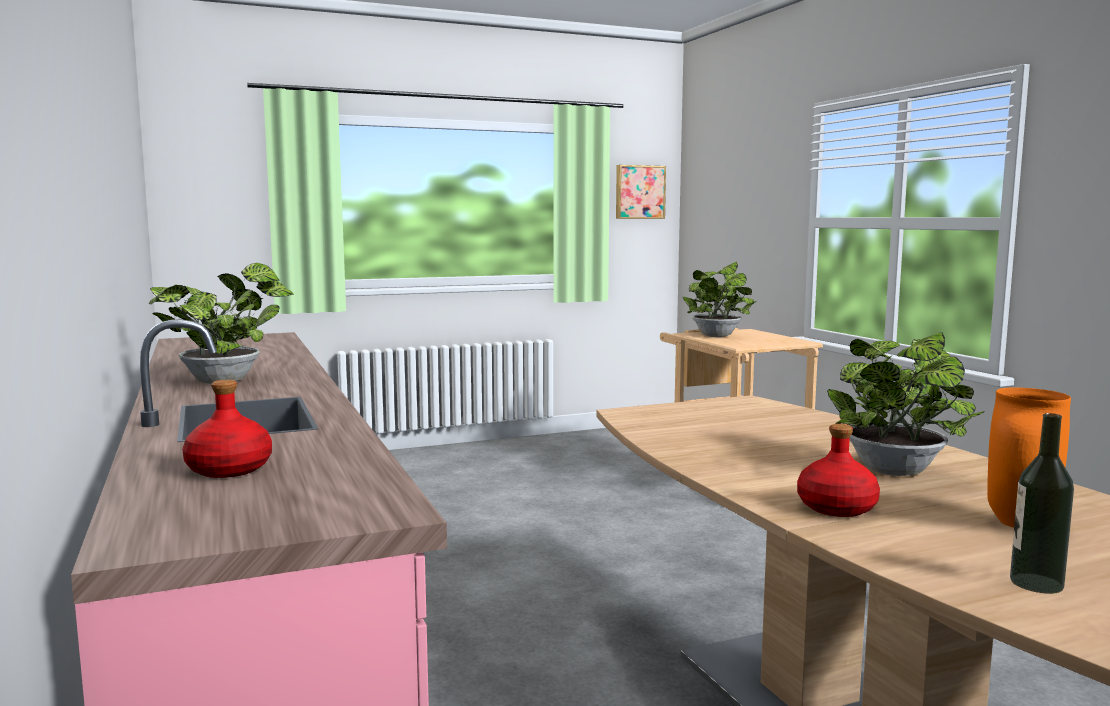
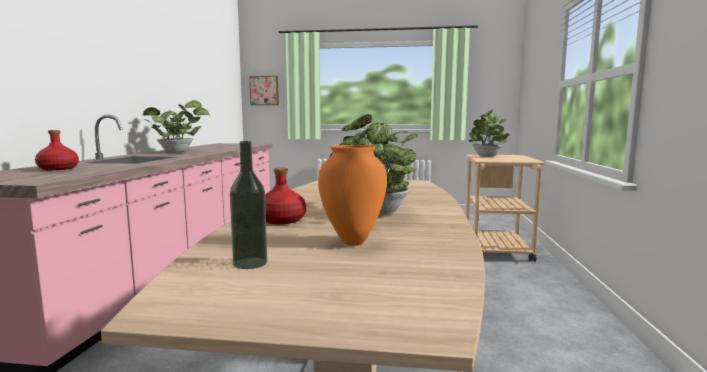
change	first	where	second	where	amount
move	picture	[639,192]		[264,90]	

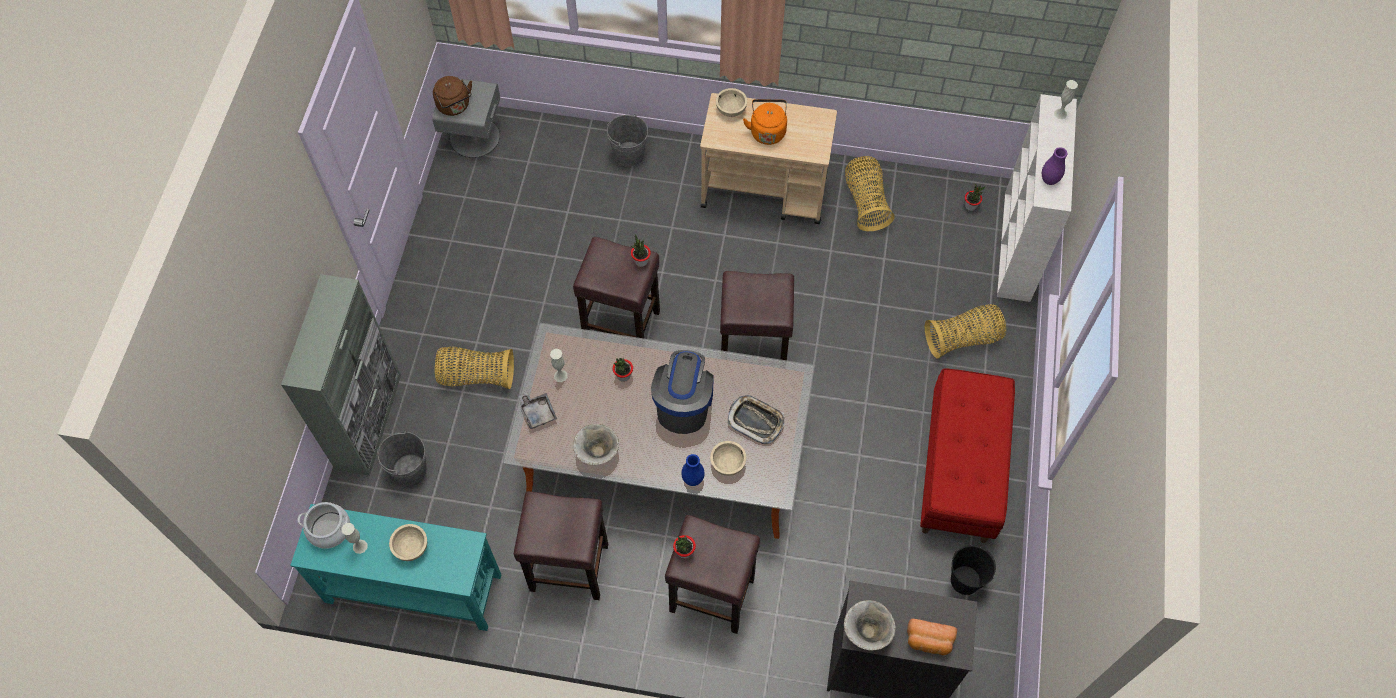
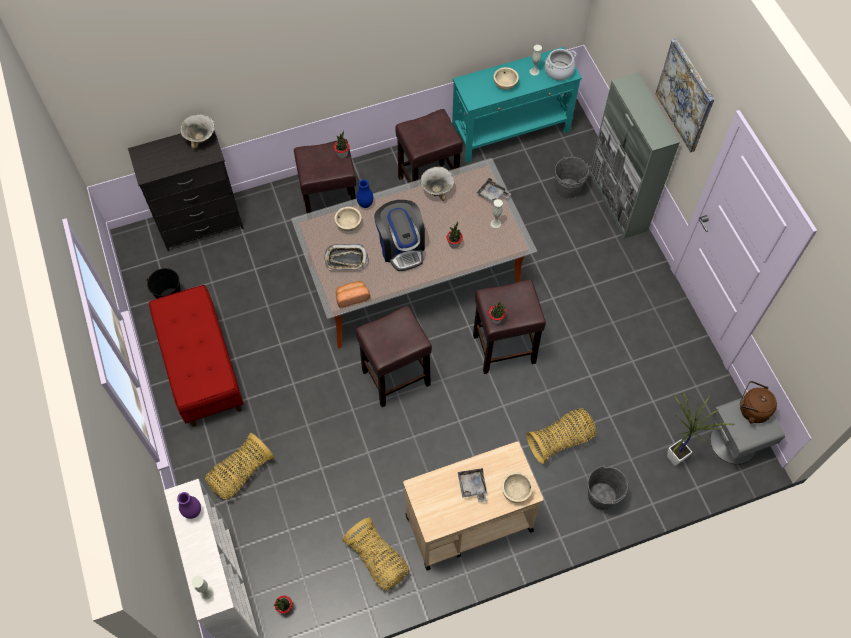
change	first	where	second	where	amount
replace	orange kettle	[767,131]	grey tray	[472,486]	
move	basket	[476,376]		[560,440]	
move	bread	[929,641]		[352,297]	
insert			picture	[685,95]	
insert			potted plant	[674,454]	

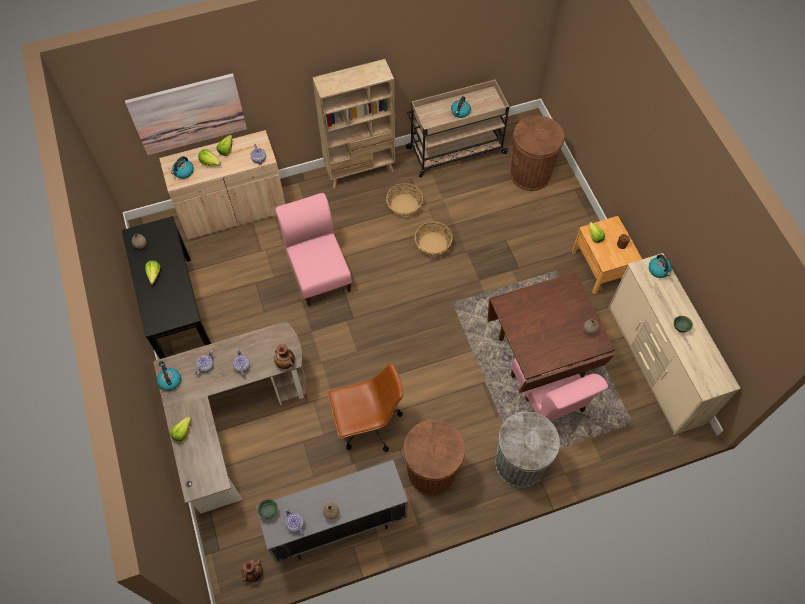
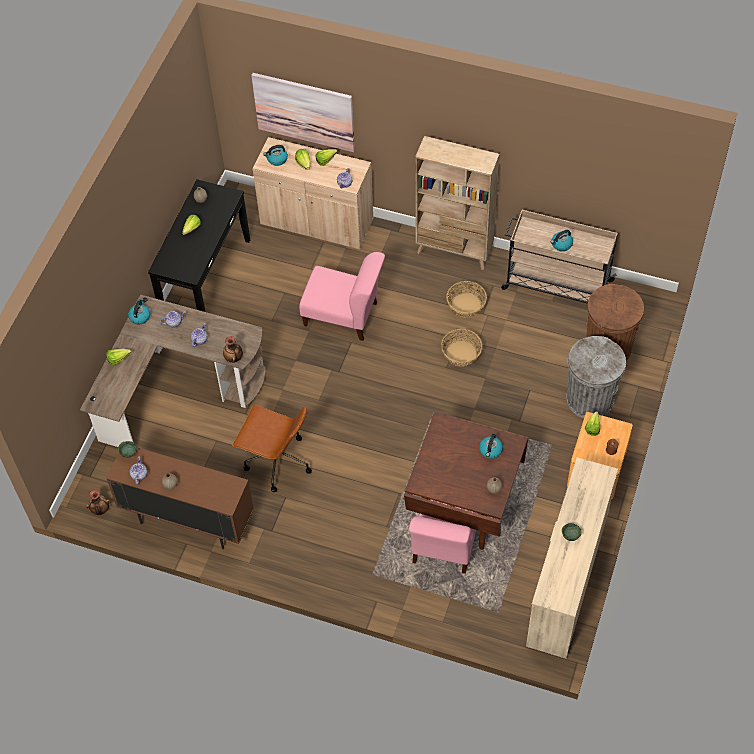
change	first	where	second	where	amount
rotate	pink chair	[319,271]		[344,316]	90 degrees clockwise
move	kettle	[659,270]		[490,450]	
move	grey trash can	[519,464]		[590,399]	
delete	brown trash can	[431,472]			
recolor	grey cabinet	[338,526]	brown cabinet	[188,520]	

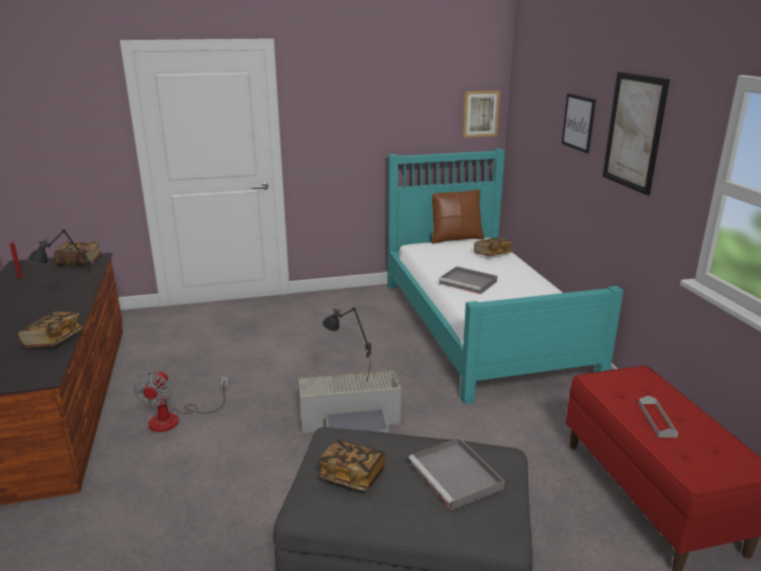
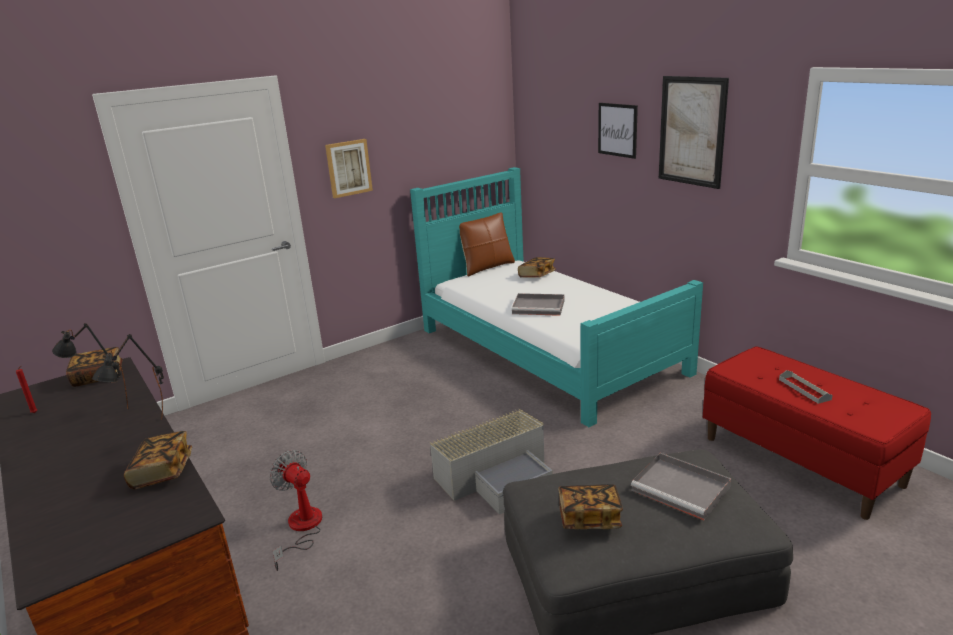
change	first	where	second	where	amount
move	picture	[480,113]		[348,168]	
move	black table lamp	[347,380]		[104,412]	
rotate	fan	[175,419]		[301,529]	150 degrees clockwise

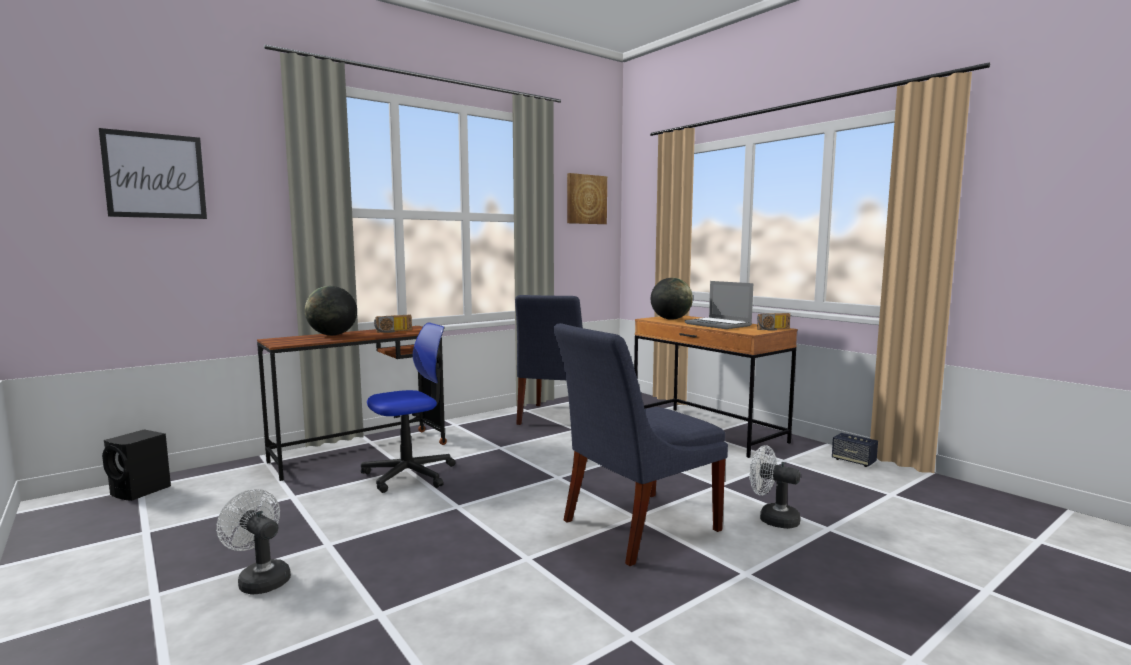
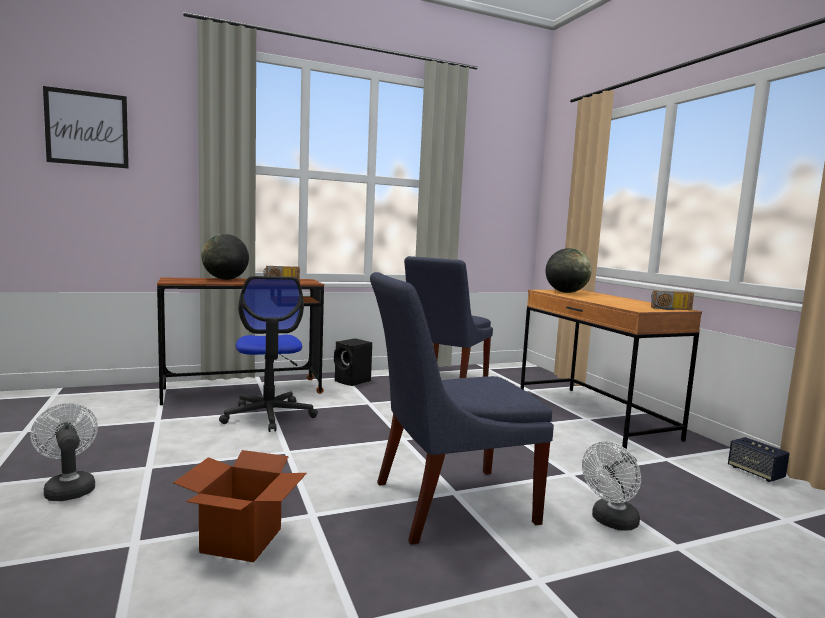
change	first	where	second	where	amount
delete	picture	[586,199]			
delete	laptop	[719,325]			
rotate	office chair	[409,474]		[269,416]	90 degrees clockwise
move	black speaker	[141,491]		[353,381]	
rotate	white fan	[772,519]		[611,522]	90 degrees counterclockwise
insert			cardboard box	[241,540]	

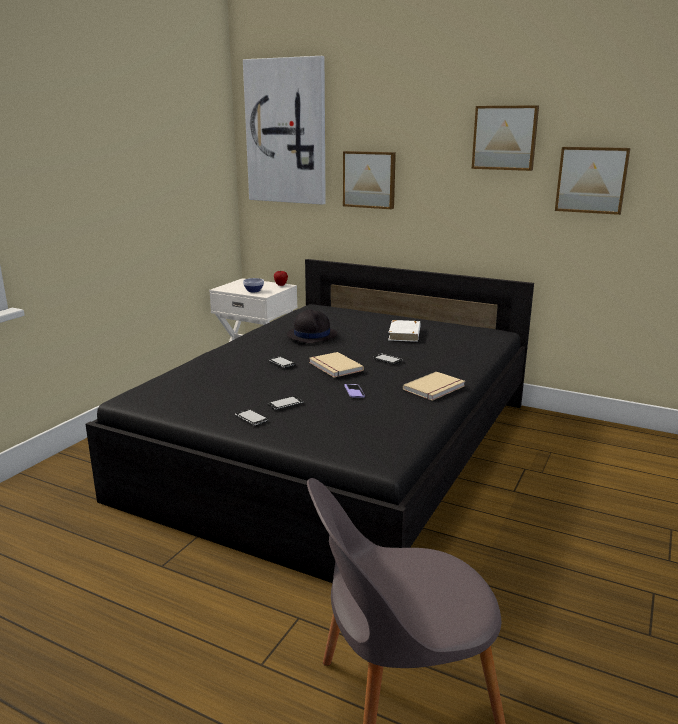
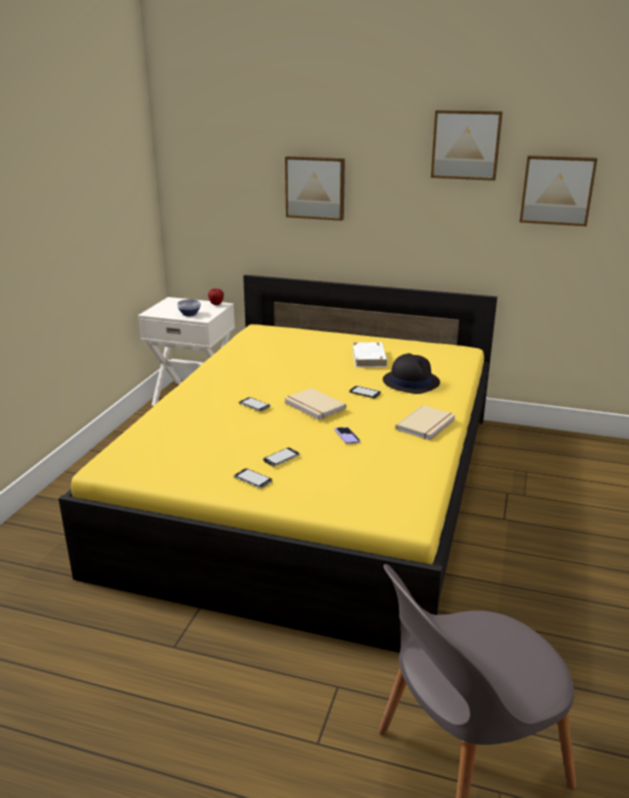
change	first	where	second	where	amount
delete	picture	[286,132]			
recolor	black bed	[338,447]	yellow bed	[314,486]	
move	black hat	[312,335]		[410,381]	

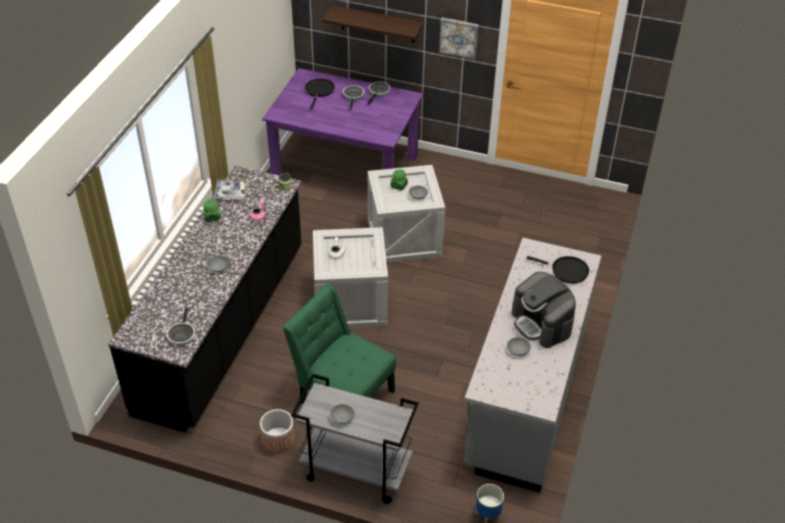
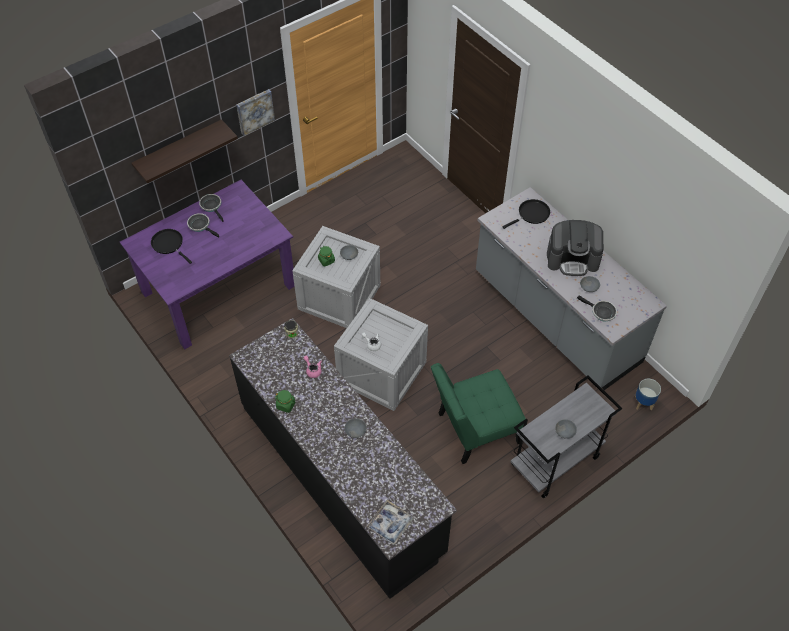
change	first	where	second	where	amount
move	tray	[231,192]		[390,524]	
move	frying pan	[181,334]		[601,312]	
delete	planter	[278,440]			

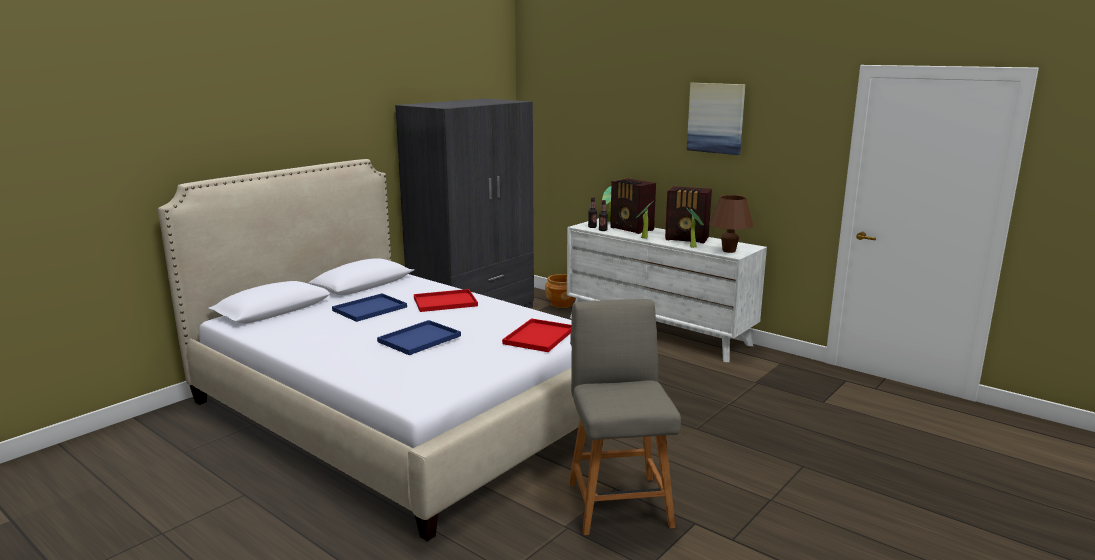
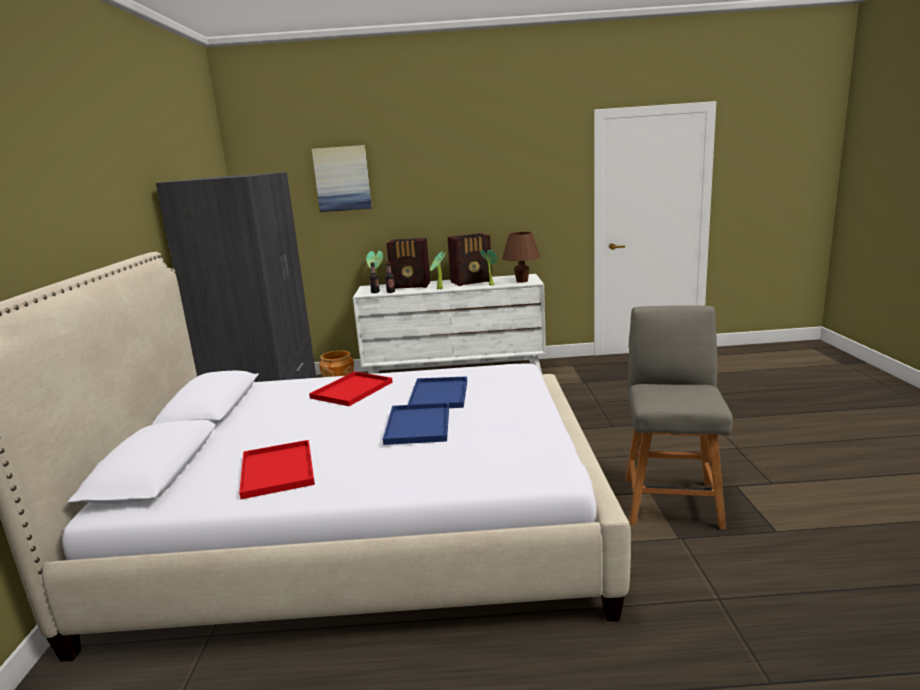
change	first	where	second	where	amount
move	picture	[716,118]		[342,178]	
move	blue tray	[370,308]		[438,394]	
rotate	grey chair	[618,502]		[671,499]	60 degrees clockwise
move	red tray	[539,337]		[278,471]	

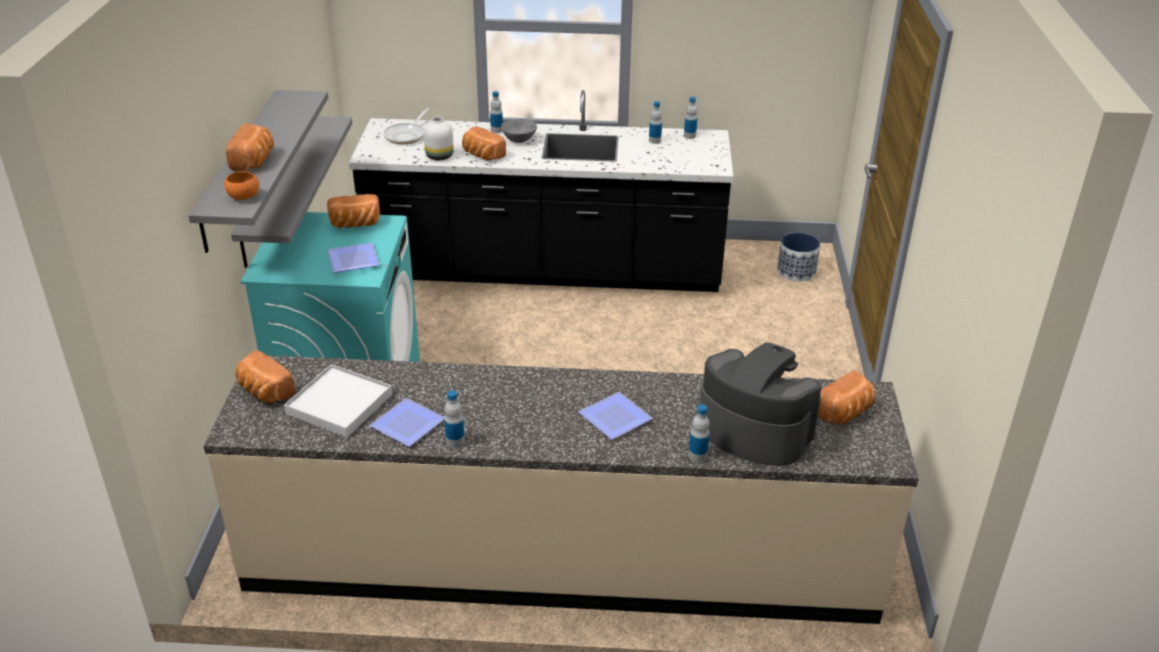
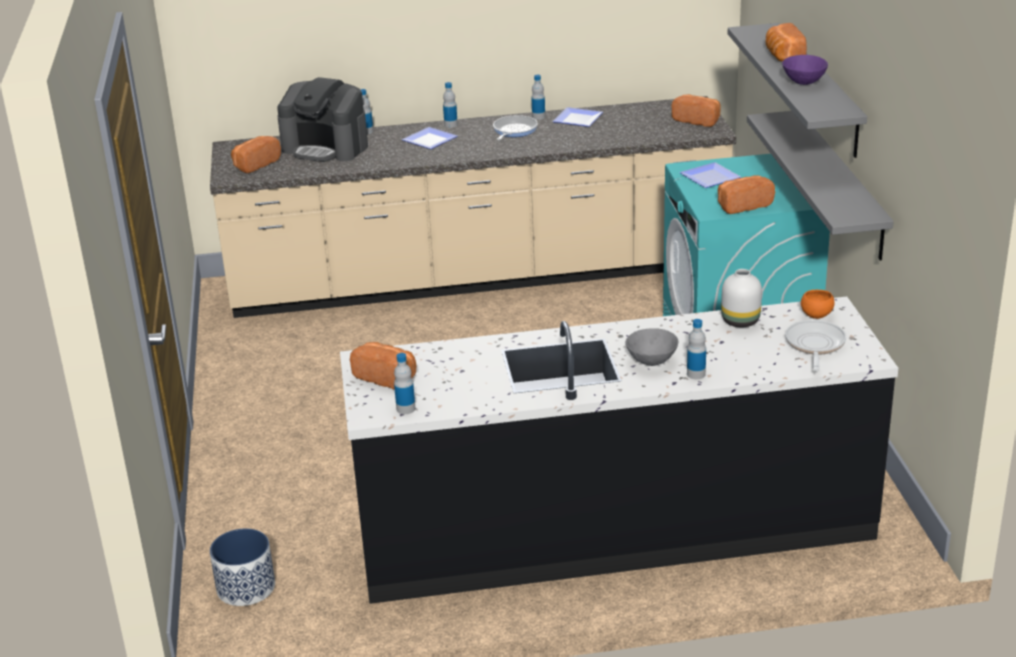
change	first	where	second	where	amount
move	bottle	[654,141]		[450,125]	
move	bread	[482,155]		[387,377]	
move	orange bowl	[244,197]		[816,315]	
delete	white tray	[340,404]			
insert			purple bowl	[803,82]	
insert			frying pan	[513,131]	

